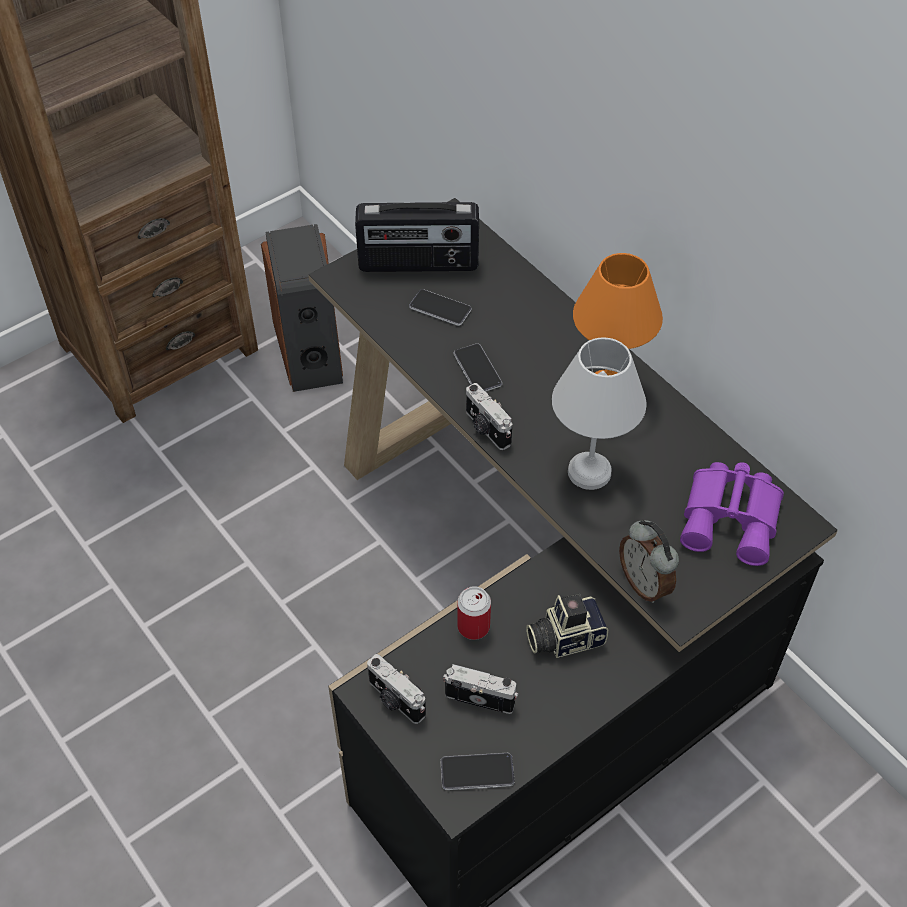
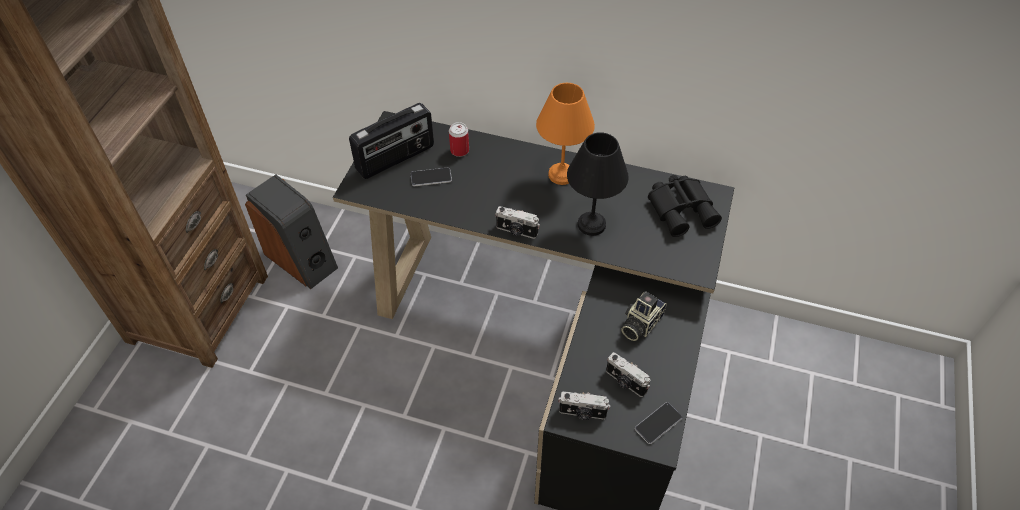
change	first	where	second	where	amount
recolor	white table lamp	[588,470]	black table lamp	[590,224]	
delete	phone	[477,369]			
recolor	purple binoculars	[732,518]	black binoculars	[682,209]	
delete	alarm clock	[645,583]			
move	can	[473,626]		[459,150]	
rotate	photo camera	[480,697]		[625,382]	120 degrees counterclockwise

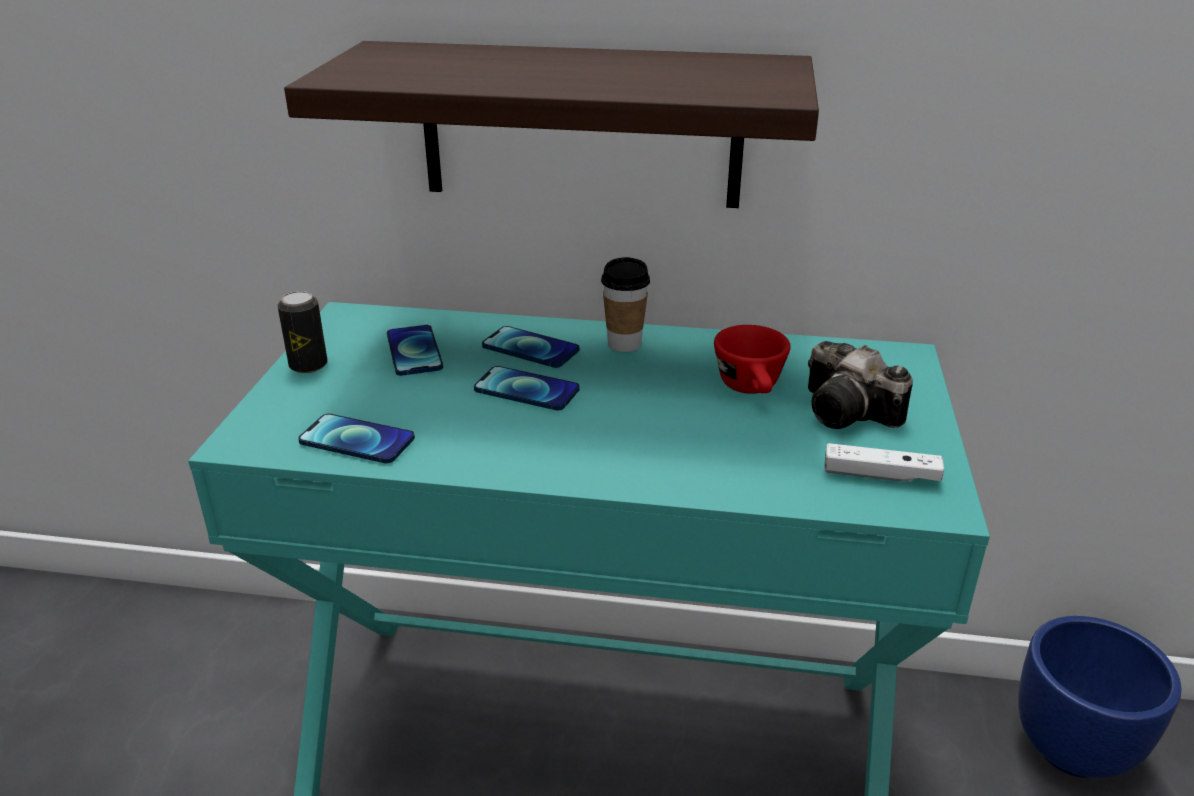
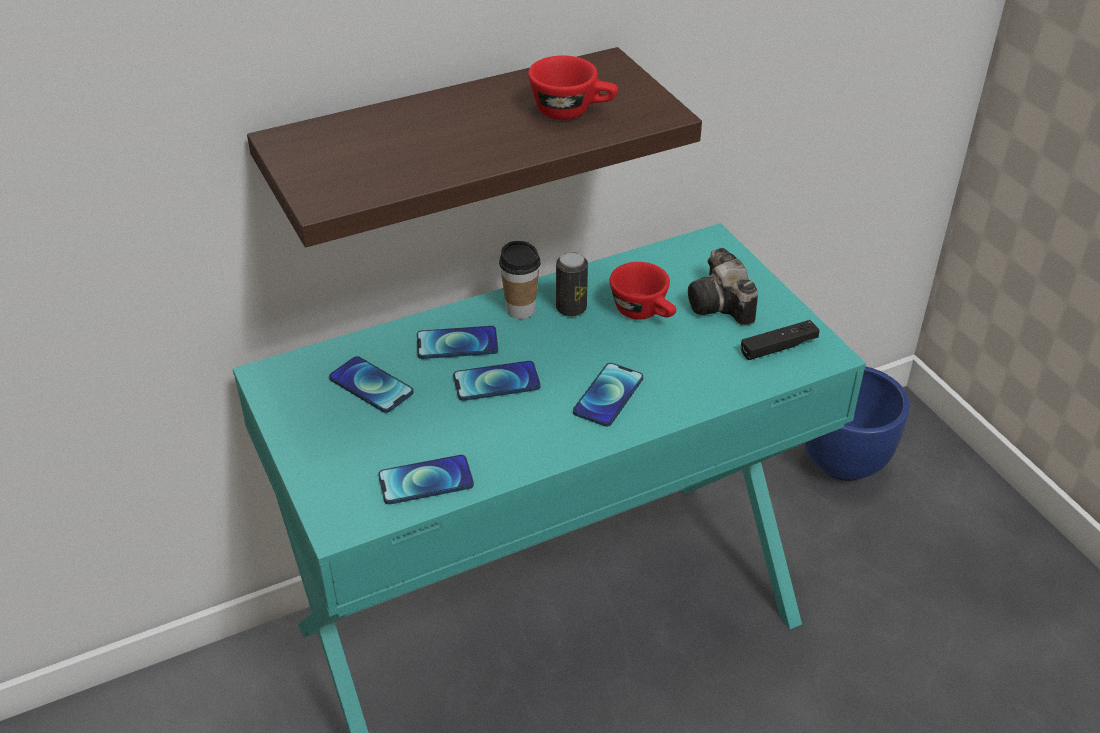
change	first	where	second	where	amount
move	can	[308,365]		[571,308]	
rotate	photo camera	[851,414]		[722,306]	60 degrees clockwise
recolor	white game controller	[880,475]	black game controller	[778,347]	
insert			red cup	[573,111]	
insert			phone	[608,396]	

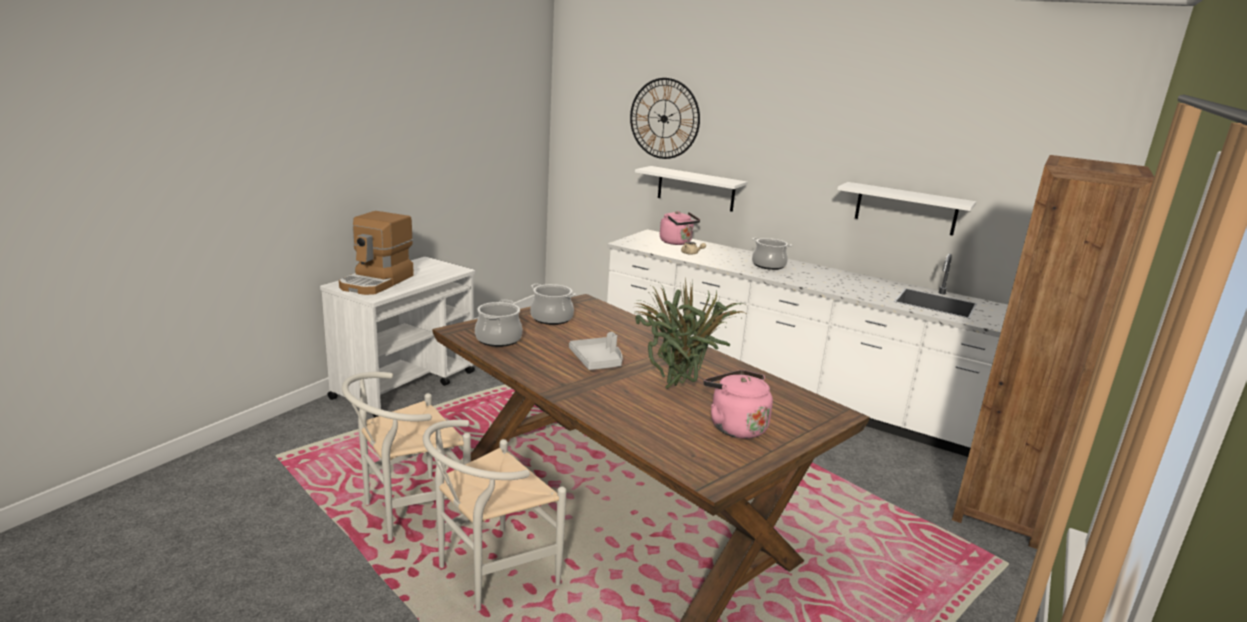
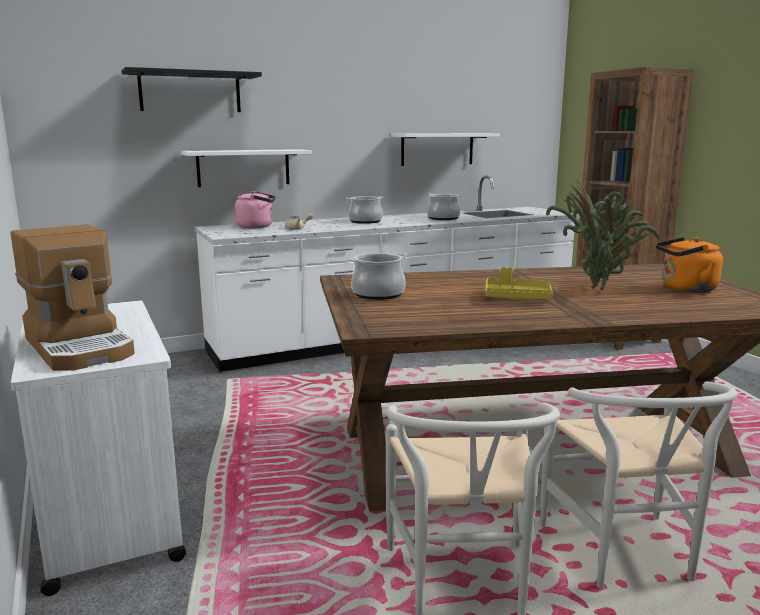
change	first	where	second	where	amount
replace	wall clock	[664,118]	black shelf	[190,92]	
move	cooking pot	[498,339]		[443,218]	
recolor	grey tray	[597,361]	yellow tray	[516,298]	
recolor	pink kettle	[734,426]	orange kettle	[685,289]	

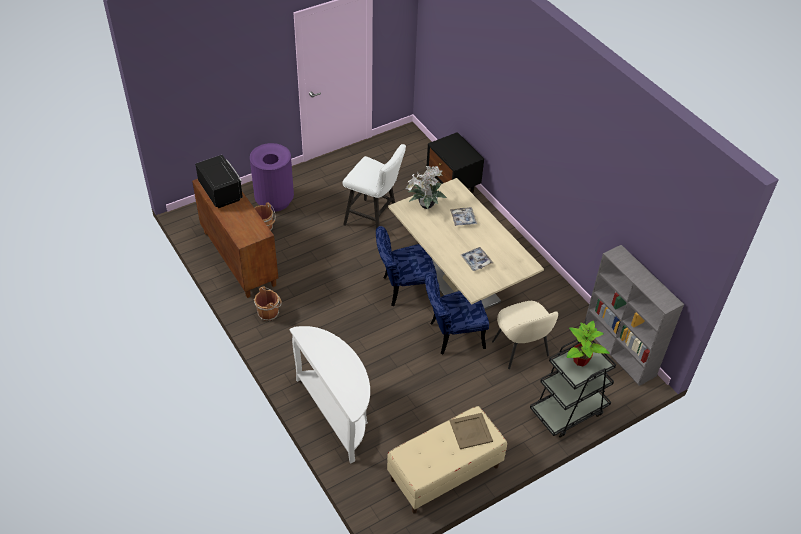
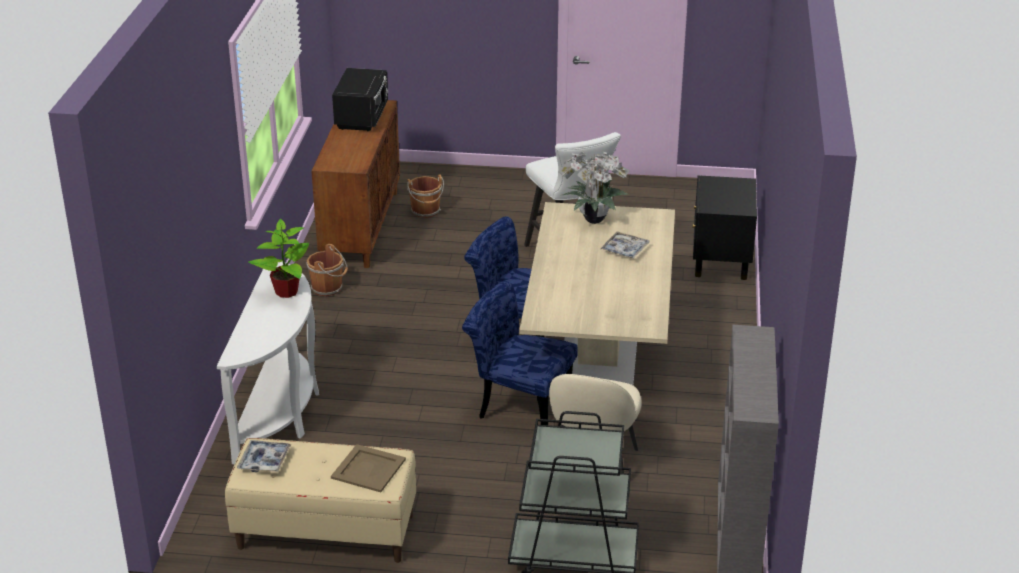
change	first	where	second	where	amount
delete	purple trash can	[274,200]			
move	tray	[476,261]		[264,461]	
move	potted plant	[580,360]		[286,292]	

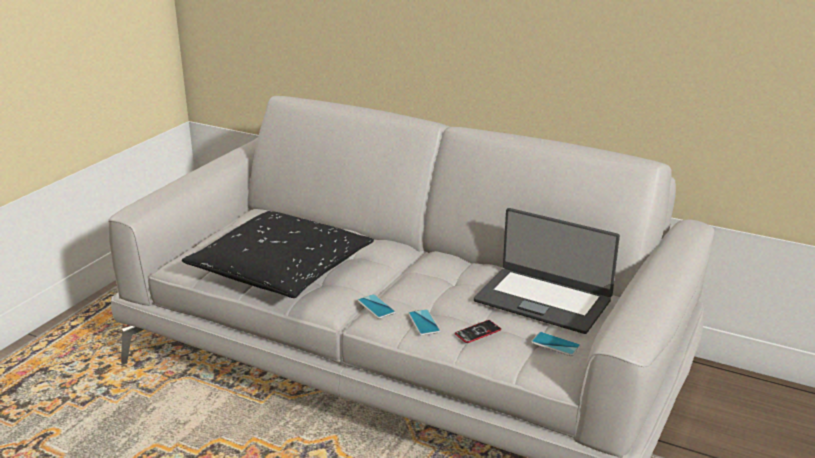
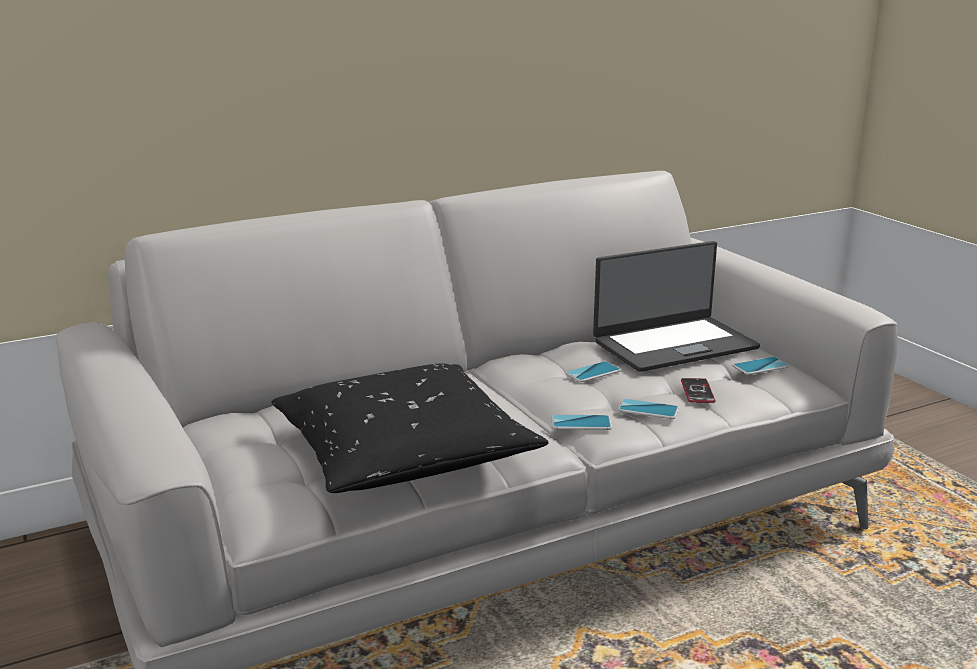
change	first	where	second	where	amount
insert			phone	[593,372]	

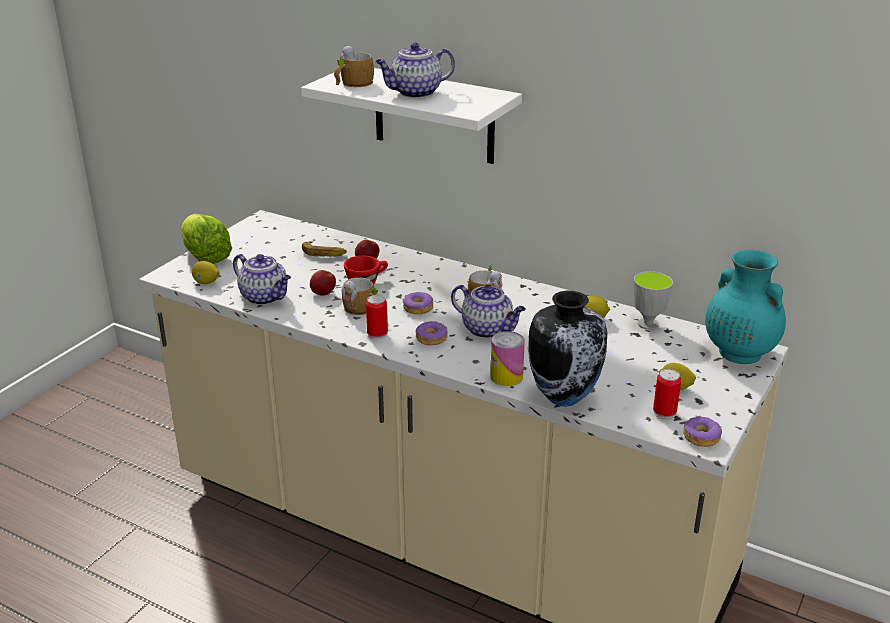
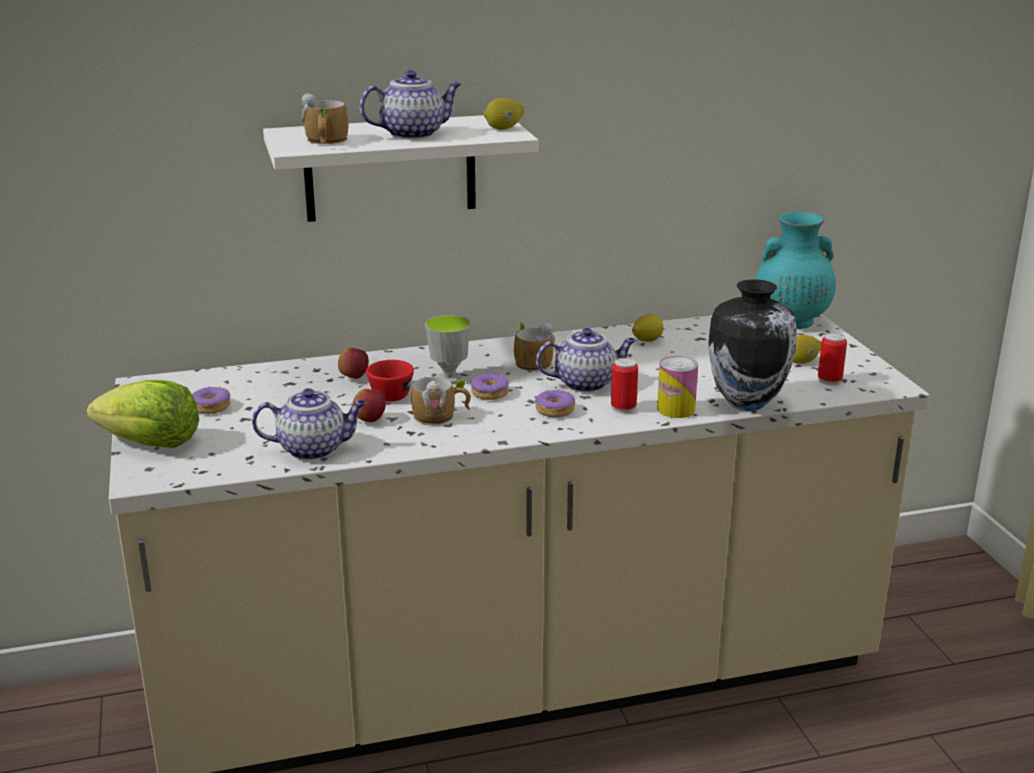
change	first	where	second	where	amount
rotate	teapot	[415,93]		[413,134]	135 degrees counterclockwise
delete	banana	[324,253]			
move	lemon	[206,283]		[504,129]	
move	cup	[648,324]		[449,378]	
move	can	[377,334]		[623,408]	
move	donut	[701,437]		[211,407]	

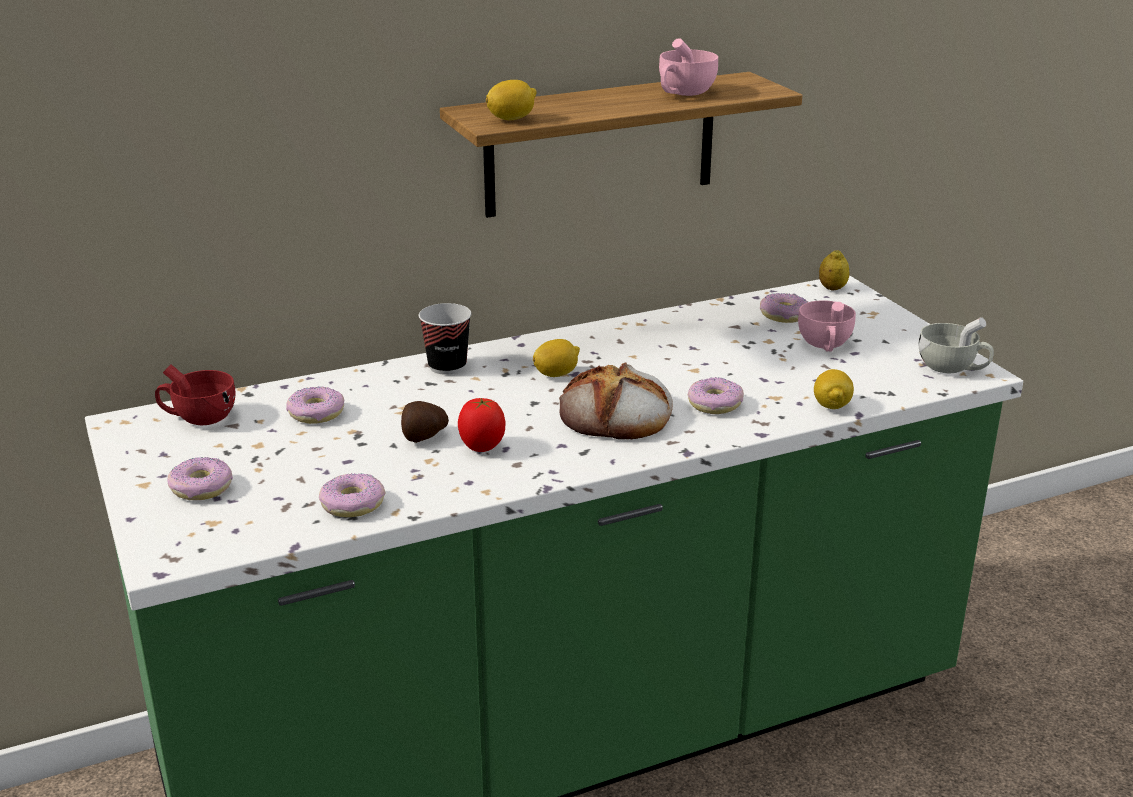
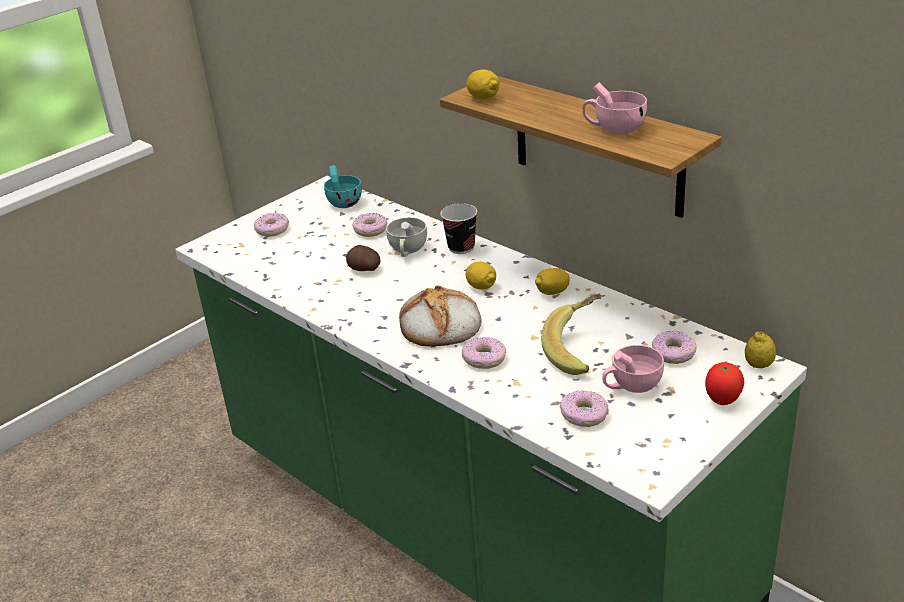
change	first	where	second	where	amount
move	white cup	[952,368]		[407,251]	
recolor	red cup	[198,417]	turquoise cup	[343,201]	
move	lemon	[831,406]		[552,292]	
move	tomato	[482,448]		[722,401]	
move	donut	[352,504]		[584,414]	
insert			banana	[579,350]	

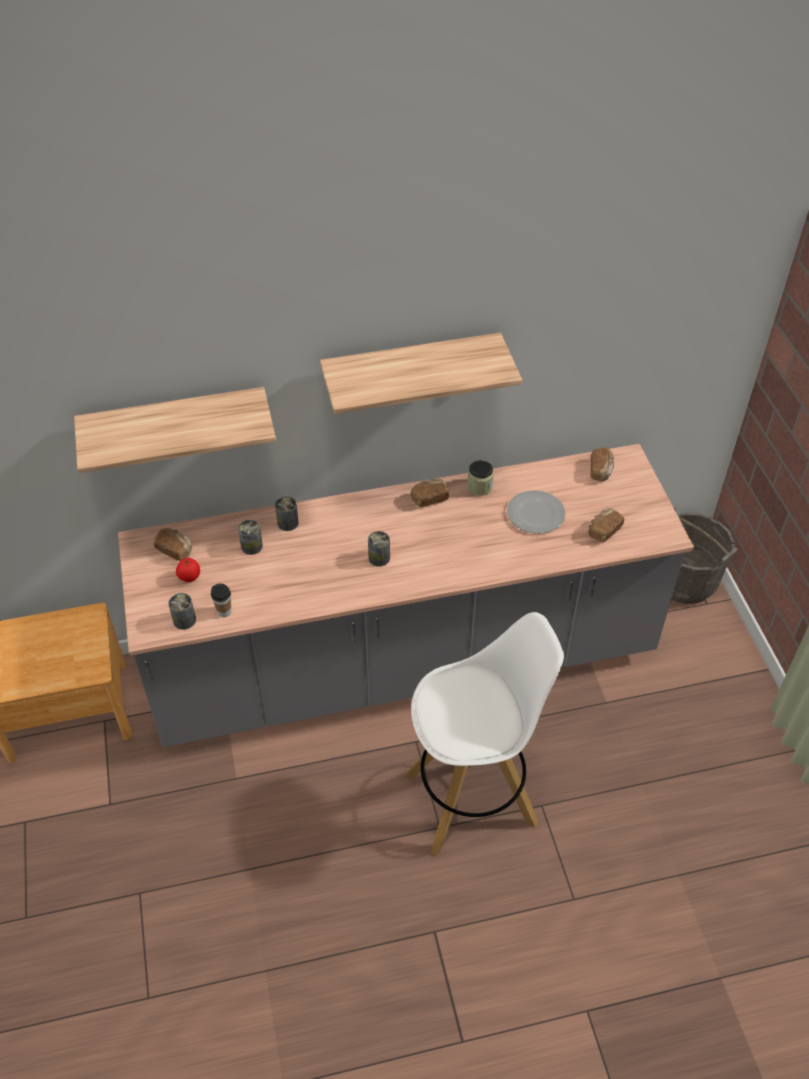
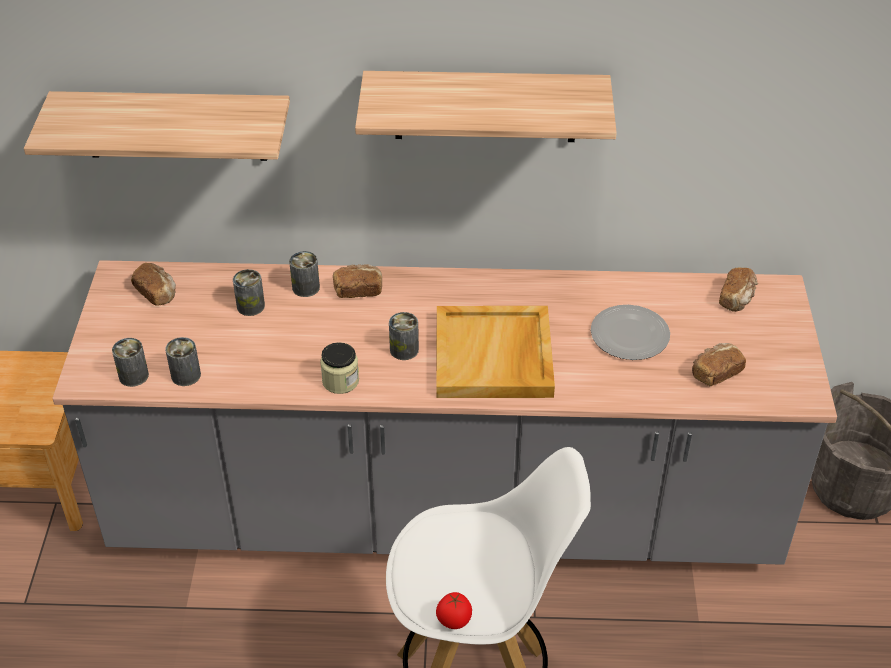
change	first	where	second	where	amount
move	jar	[479,487]		[340,381]	
move	bread	[429,498]		[358,290]	
move	tomato	[189,577]		[453,621]	
replace	cup	[224,611]	can	[186,375]	
insert			beige tray	[494,357]	

